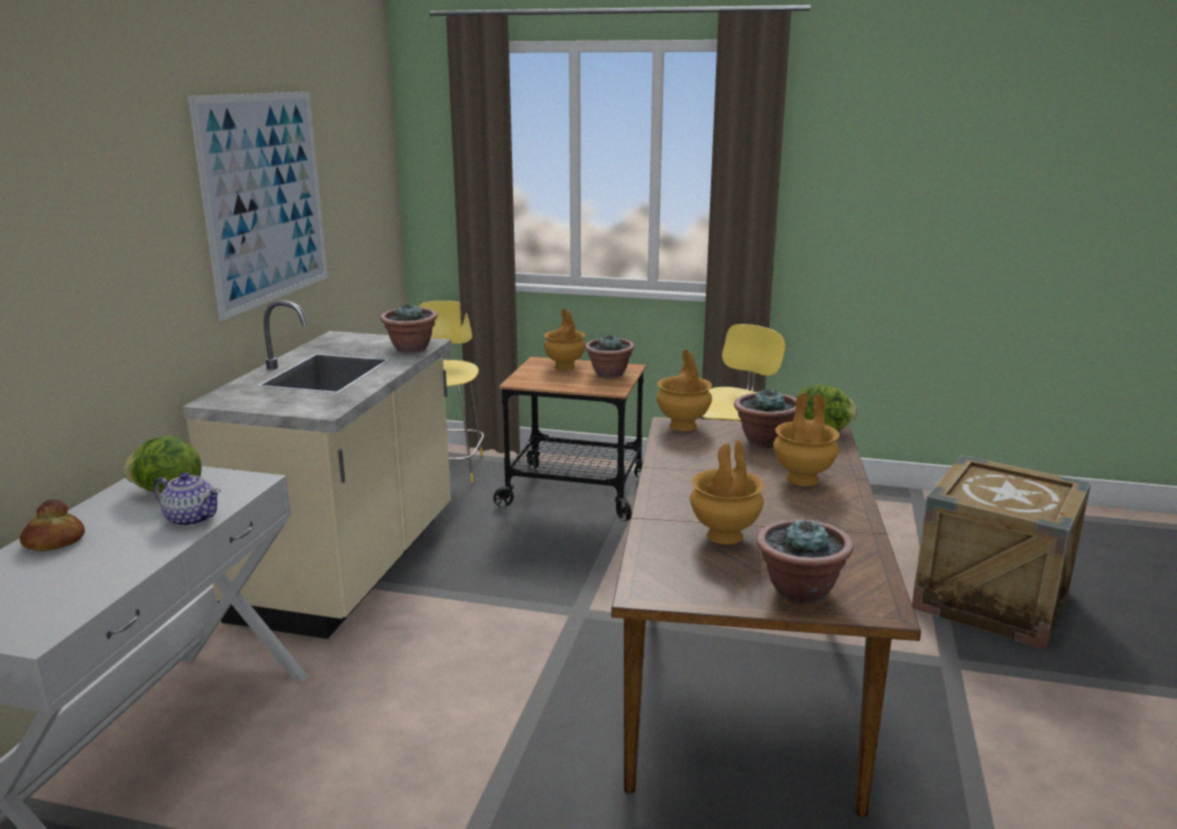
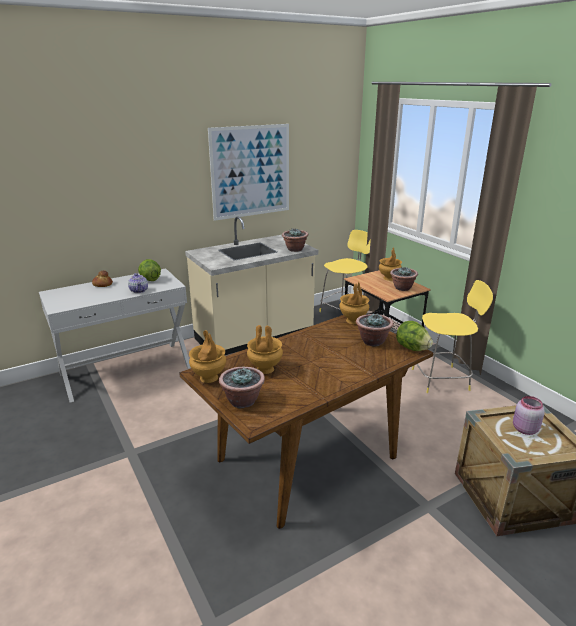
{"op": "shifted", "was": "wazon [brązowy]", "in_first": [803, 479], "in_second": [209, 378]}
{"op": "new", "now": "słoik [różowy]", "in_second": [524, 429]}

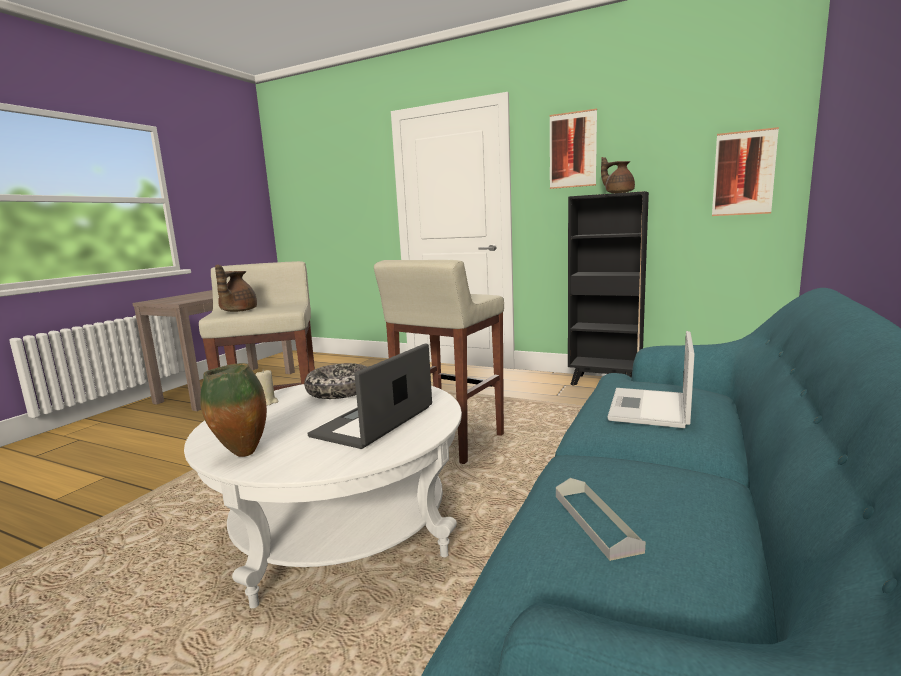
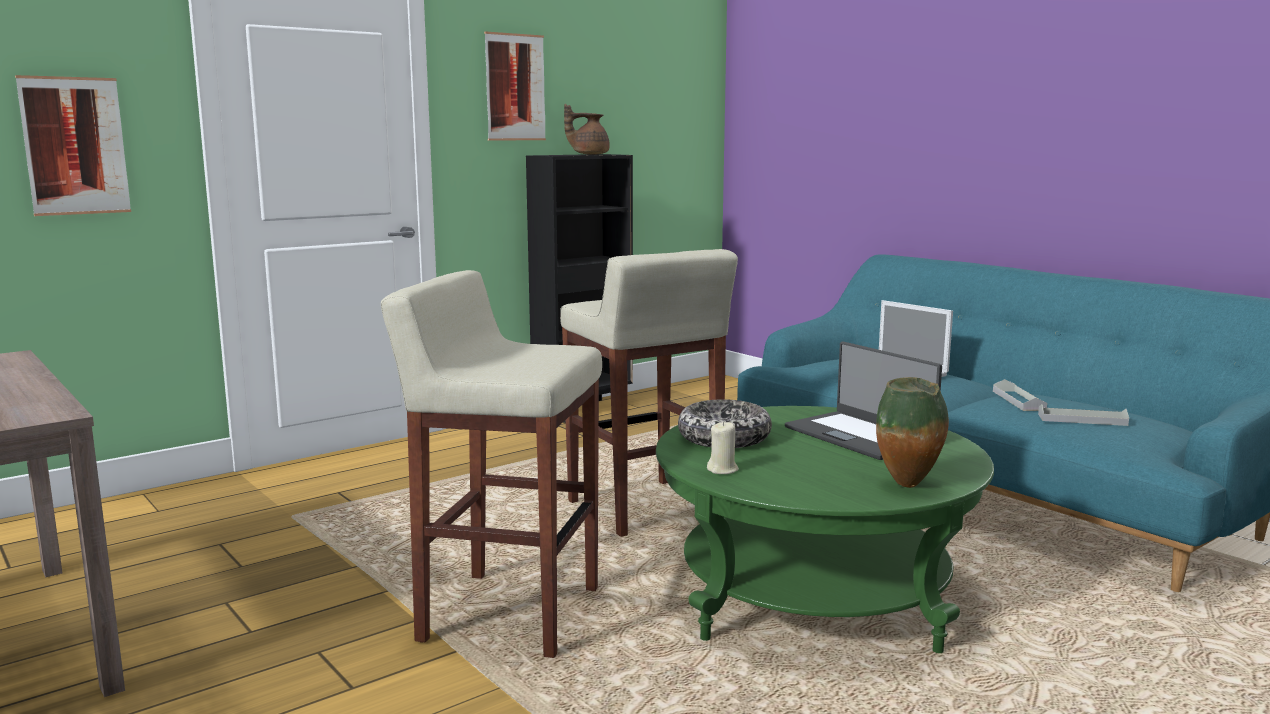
{"op": "repainted", "was": "ława [biały]", "now": "ława [zielony]", "in_first": [342, 529], "in_second": [814, 594]}
{"op": "gone", "was": "imbryk [brązowy]", "in_first": [237, 311]}
{"op": "shifted", "was": "obraz", "in_first": [743, 173], "in_second": [75, 146]}
{"op": "new", "now": "taca [szary]", "in_second": [1018, 400]}

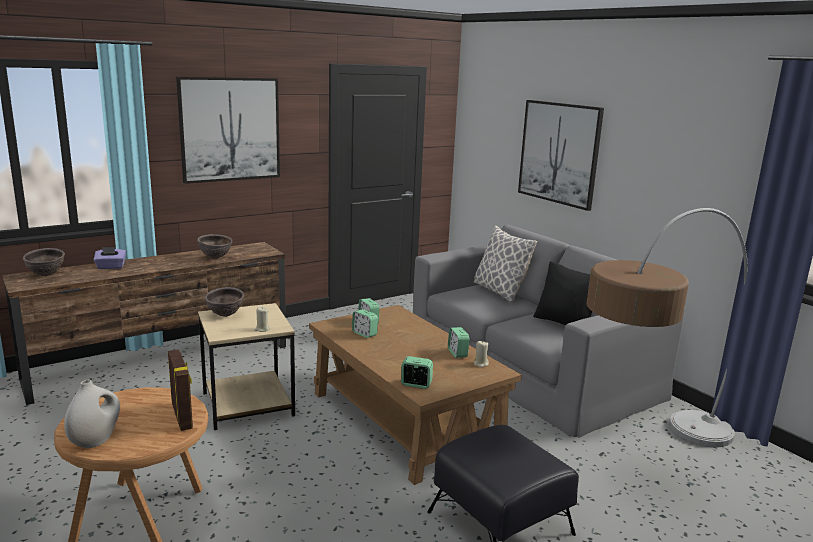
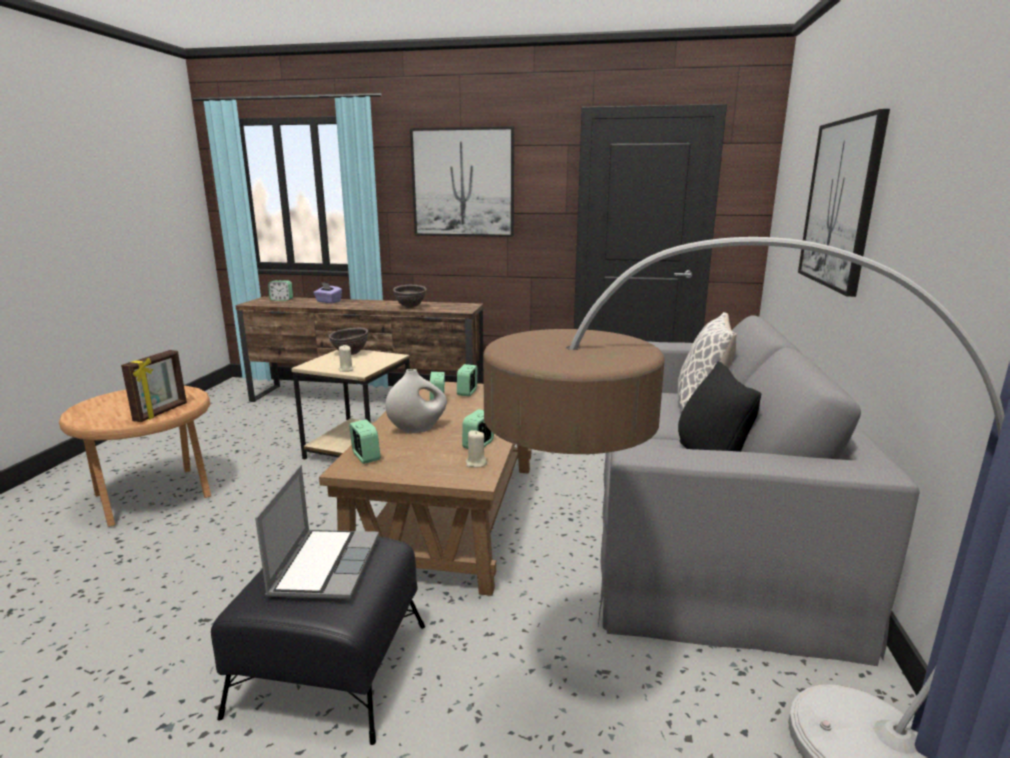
{"op": "swapped", "was": "miska [brązowy]", "now": "budzik", "in_first": [46, 275], "in_second": [281, 300]}
{"op": "shifted", "was": "wazon [biały]", "in_first": [96, 440], "in_second": [417, 429]}
{"op": "new", "now": "laptop", "in_second": [325, 565]}

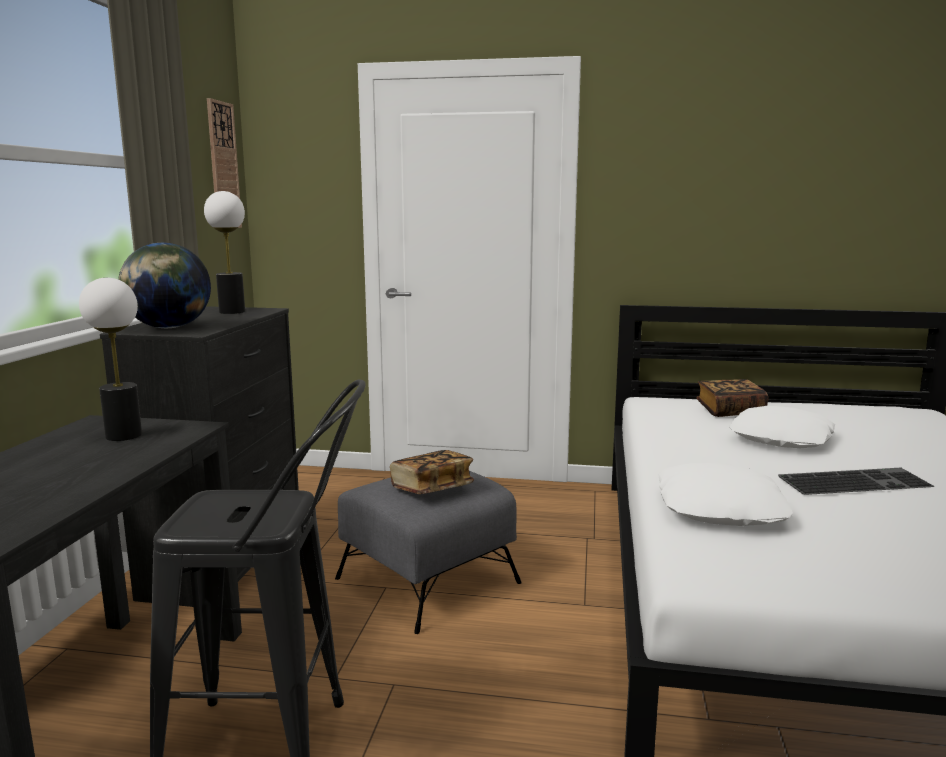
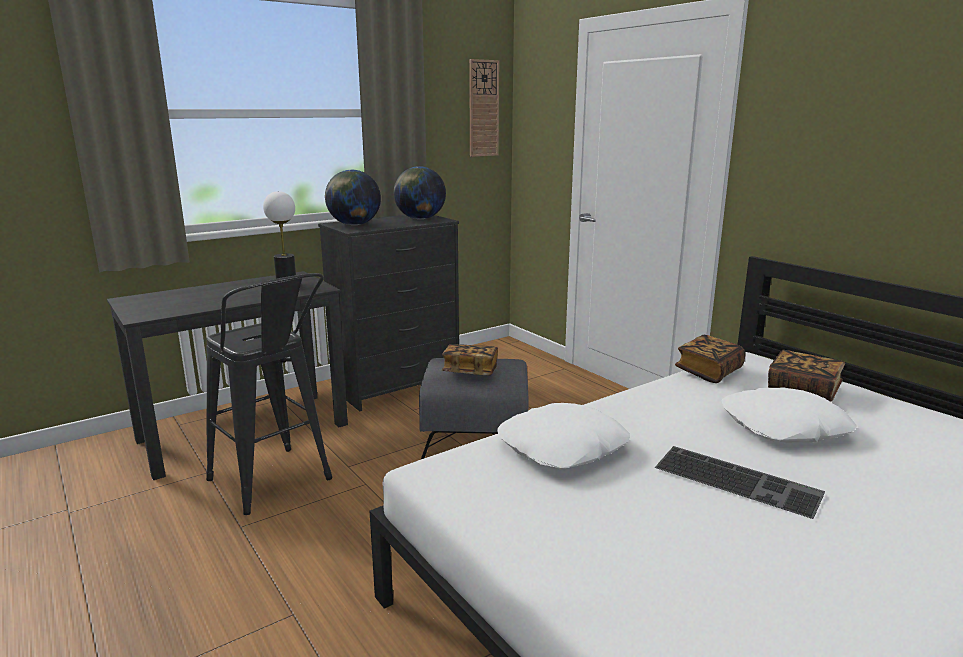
{"op": "swapped", "was": "lampa stołowa", "now": "globus", "in_first": [231, 312], "in_second": [420, 219]}
{"op": "new", "now": "książka", "in_second": [708, 372]}

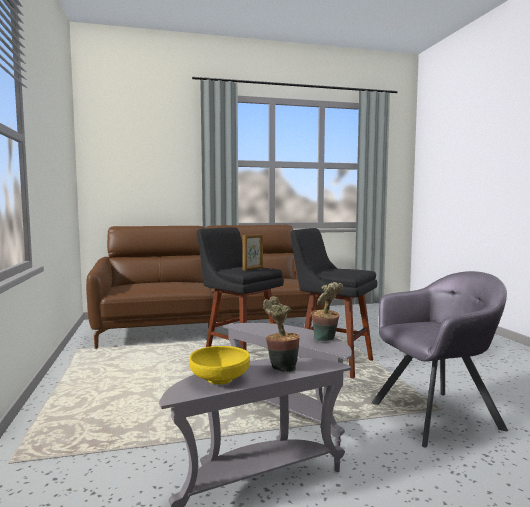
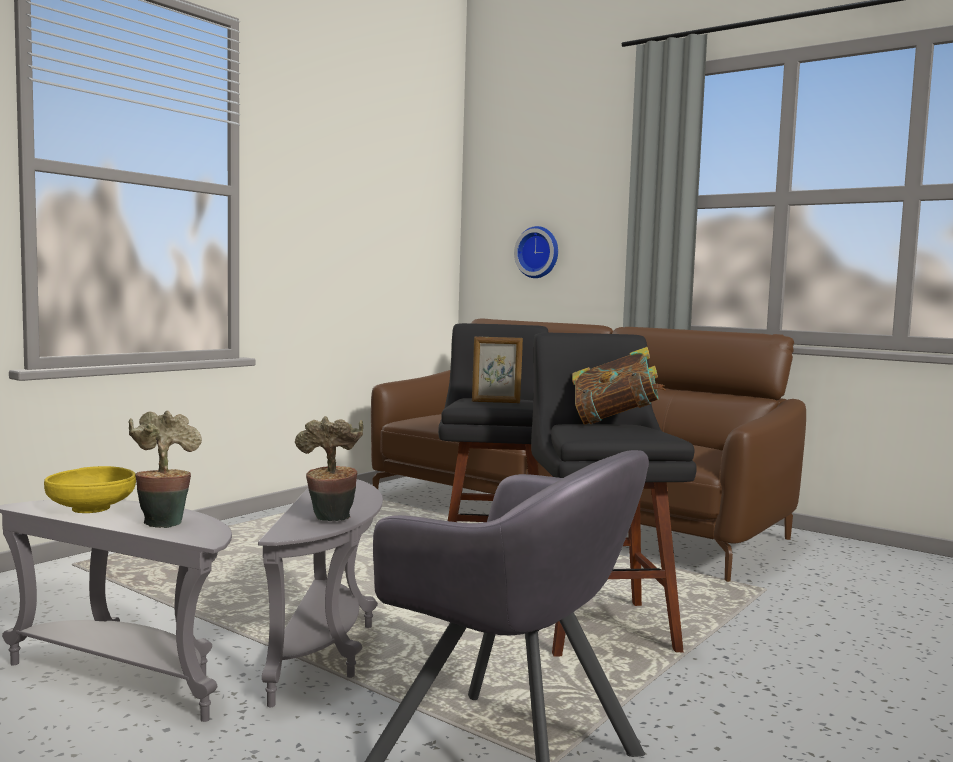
{"op": "new", "now": "zegar ścienny", "in_second": [538, 252]}
{"op": "new", "now": "książka", "in_second": [615, 423]}

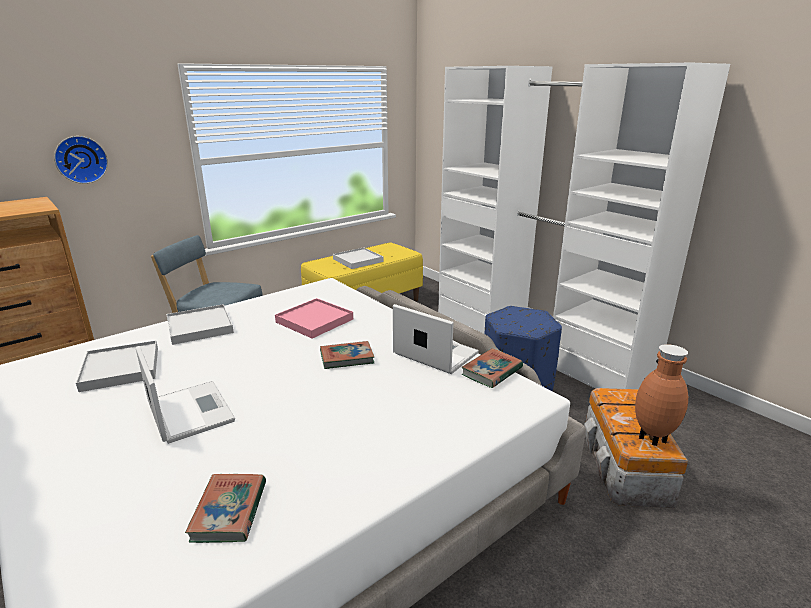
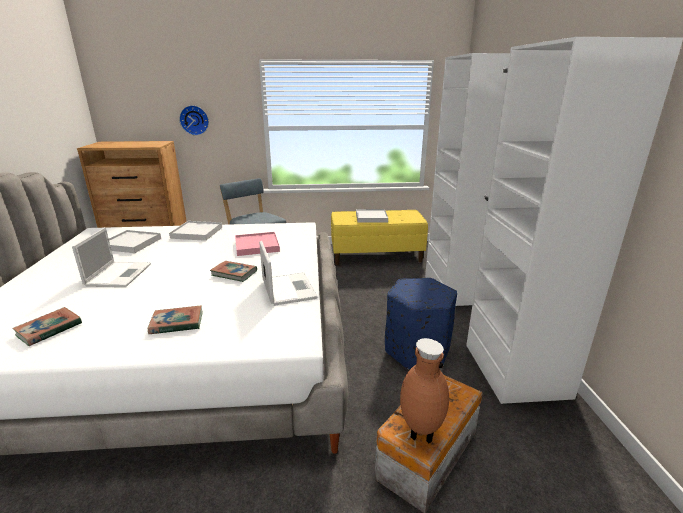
{"op": "shifted", "was": "książka", "in_first": [492, 371], "in_second": [177, 323]}

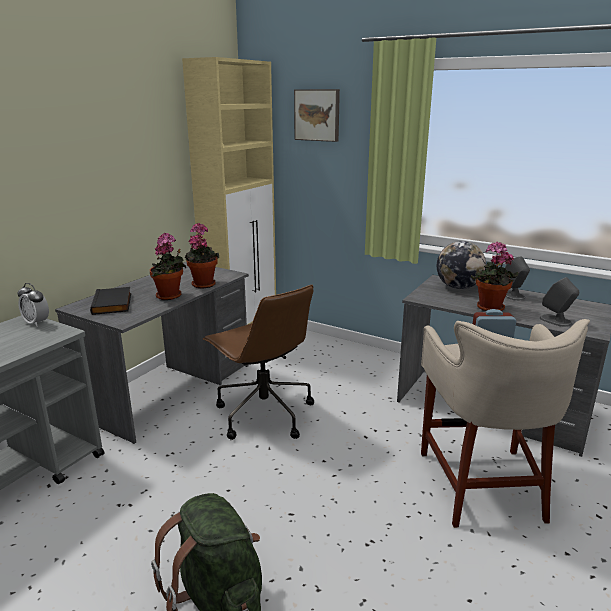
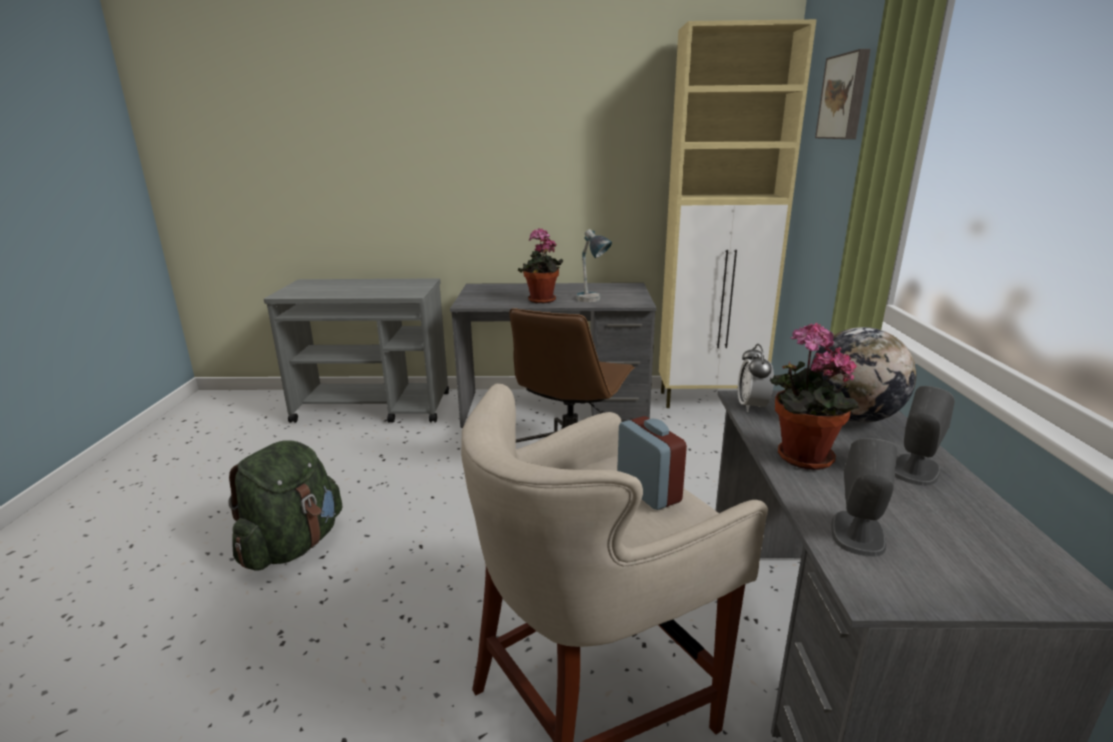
{"op": "shifted", "was": "budzik", "in_first": [36, 323], "in_second": [752, 406]}
{"op": "gone", "was": "książka [czarny]", "in_first": [113, 304]}
{"op": "swapped", "was": "roślina doniczkowa", "now": "lampa stołowa", "in_first": [203, 284], "in_second": [592, 301]}

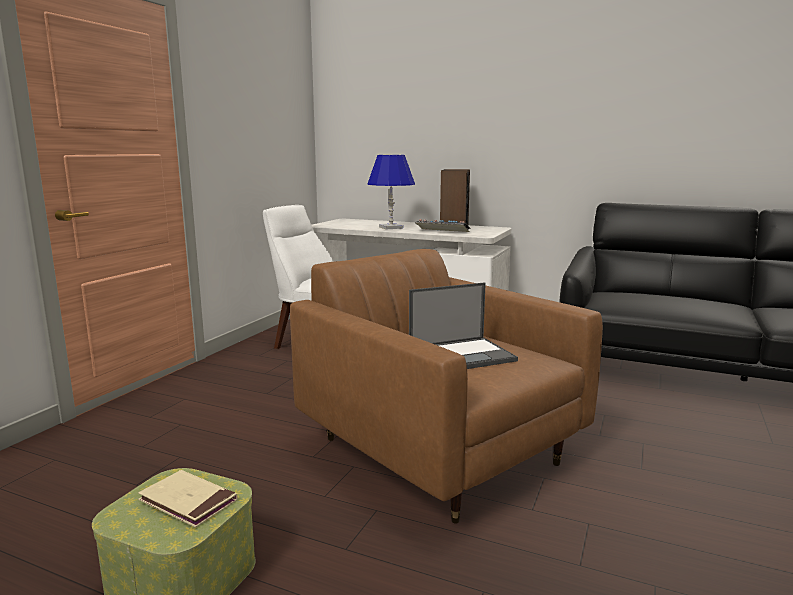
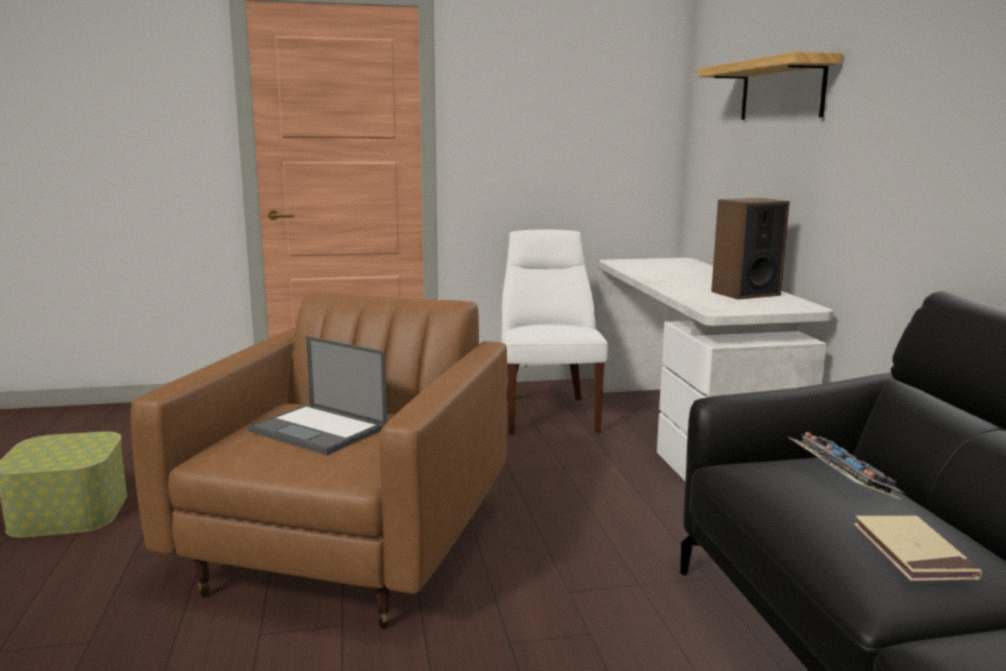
{"op": "shifted", "was": "książka [beżowy]", "in_first": [188, 501], "in_second": [913, 553]}
{"op": "gone", "was": "lampa stołowa [niebieski]", "in_first": [391, 227]}
{"op": "shifted", "was": "klawiatura", "in_first": [441, 232], "in_second": [838, 476]}
{"op": "new", "now": "półka", "in_second": [781, 90]}

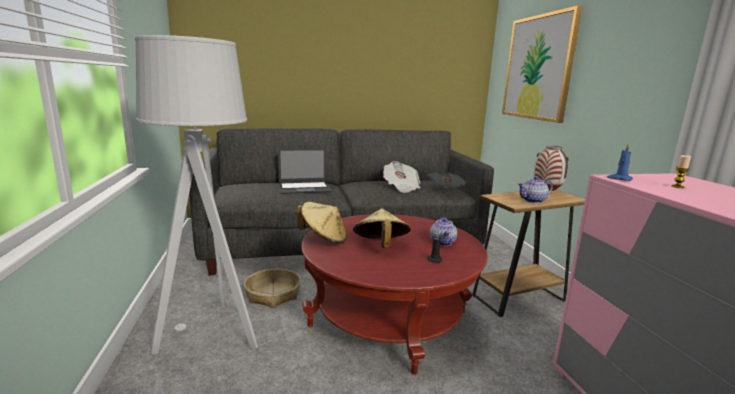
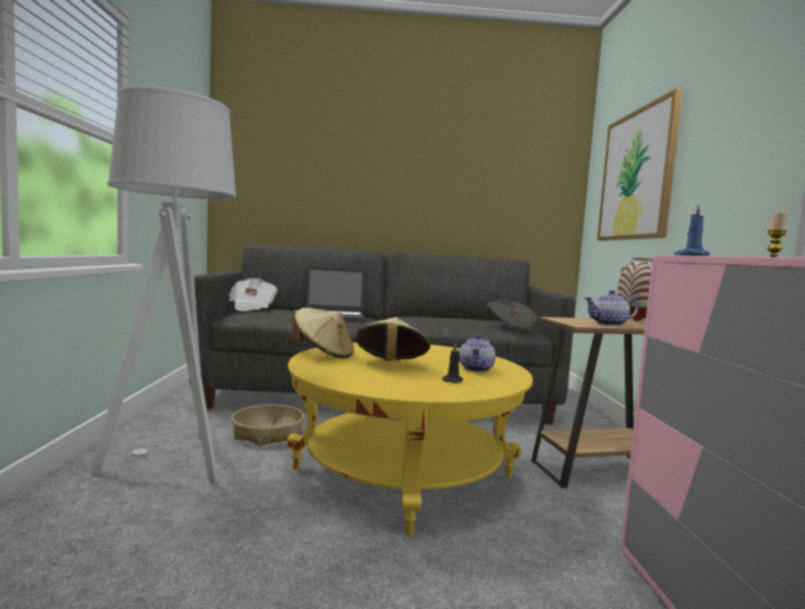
{"op": "repainted", "was": "ława [czerwony]", "now": "ława [żółty]", "in_first": [389, 318], "in_second": [403, 472]}
{"op": "shifted", "was": "gazeta", "in_first": [401, 187], "in_second": [251, 308]}

